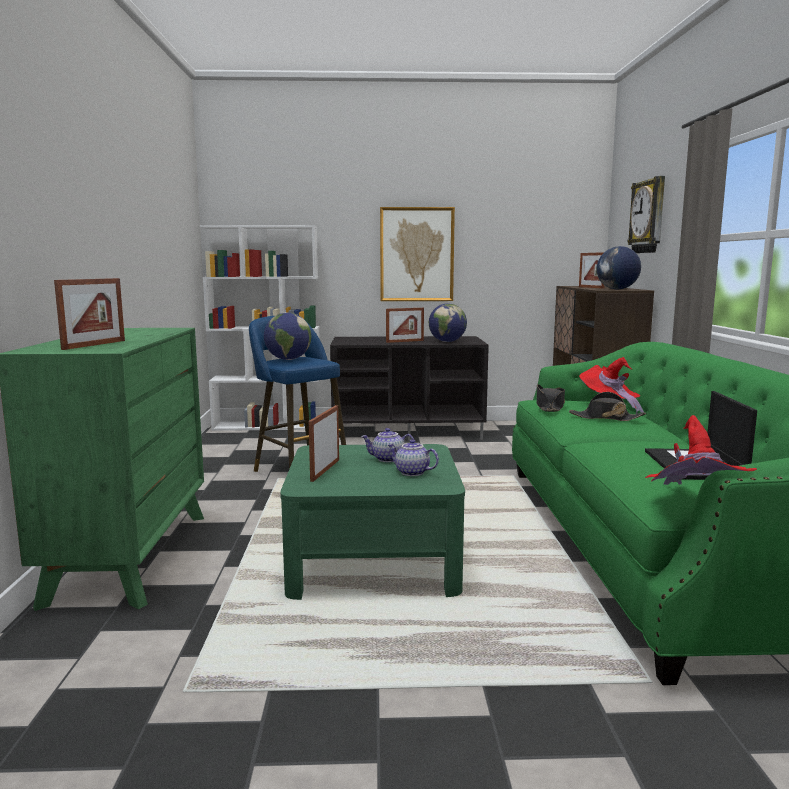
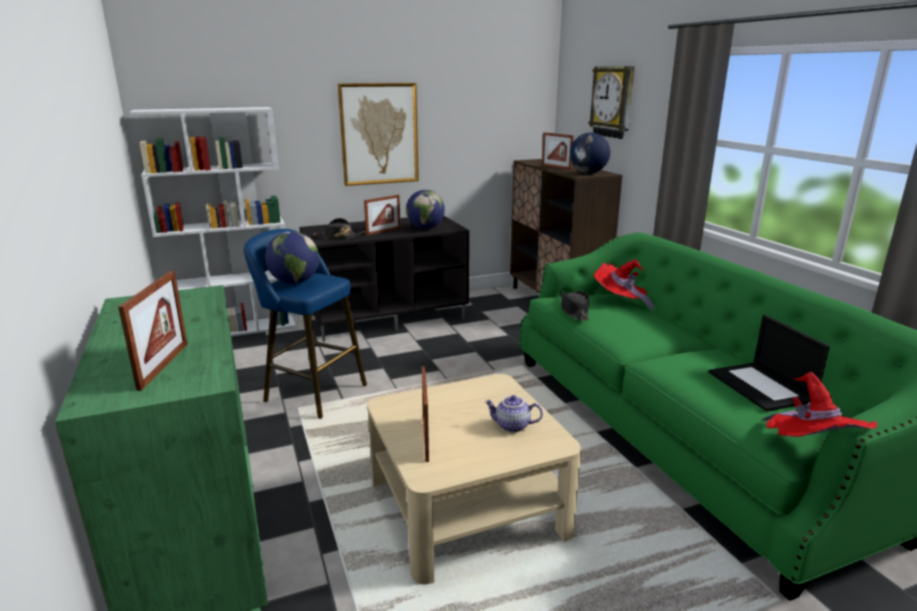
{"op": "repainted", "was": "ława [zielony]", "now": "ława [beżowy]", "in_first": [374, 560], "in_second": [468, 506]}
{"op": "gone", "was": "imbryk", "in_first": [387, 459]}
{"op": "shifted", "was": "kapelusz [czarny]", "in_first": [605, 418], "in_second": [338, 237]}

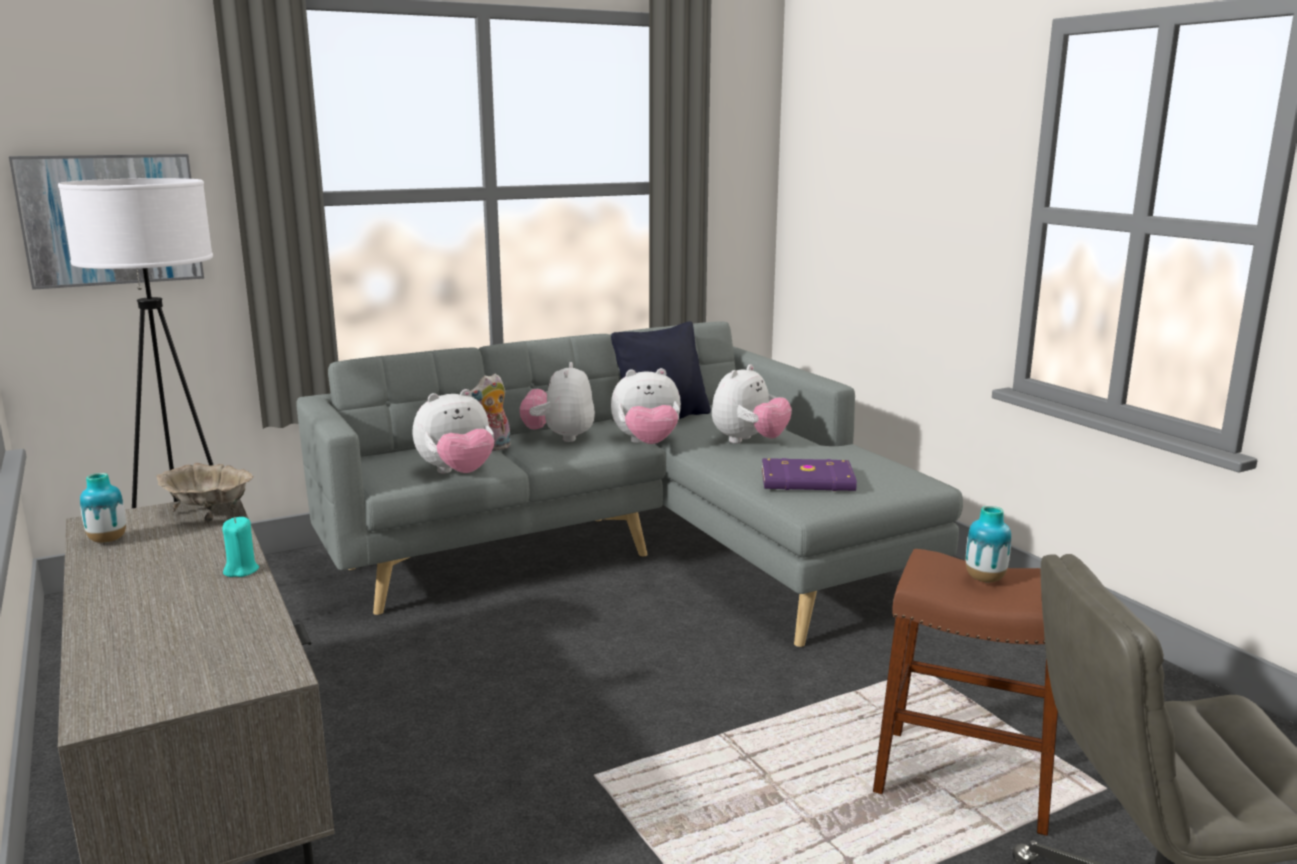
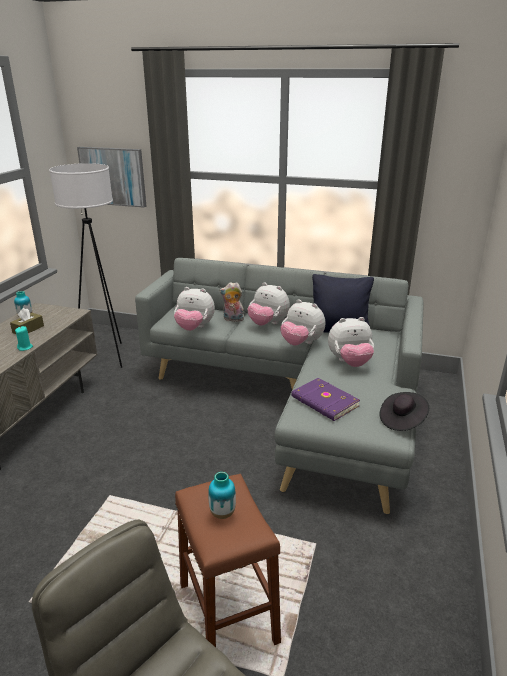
{"op": "gone", "was": "miska [beżowy]", "in_first": [210, 511]}
{"op": "rotated", "was": "pluszak", "in_first": [560, 437], "in_second": [268, 324], "clockwise": -105}
{"op": "new", "now": "pudełko chusteczek [brązowy]", "in_second": [28, 329]}
{"op": "new", "now": "kapelusz [czarny]", "in_second": [402, 420]}

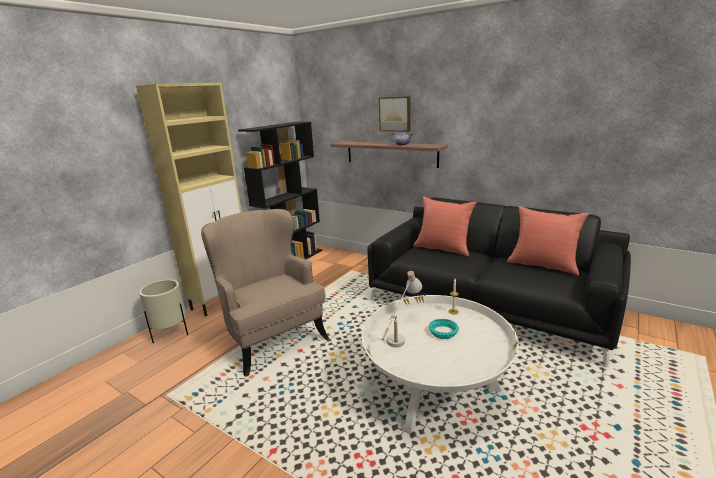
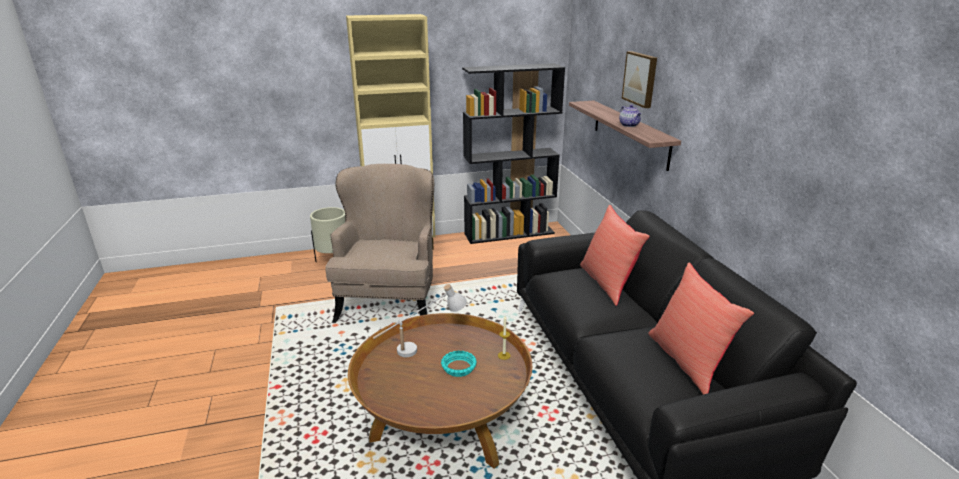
{"op": "repainted", "was": "ława [biały]", "now": "ława [brązowy]", "in_first": [436, 389], "in_second": [443, 426]}

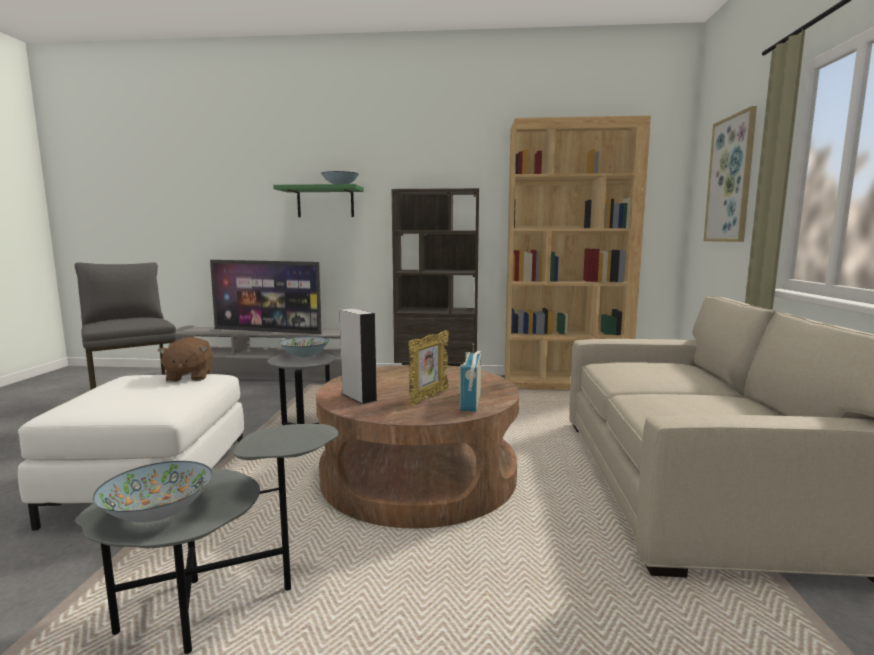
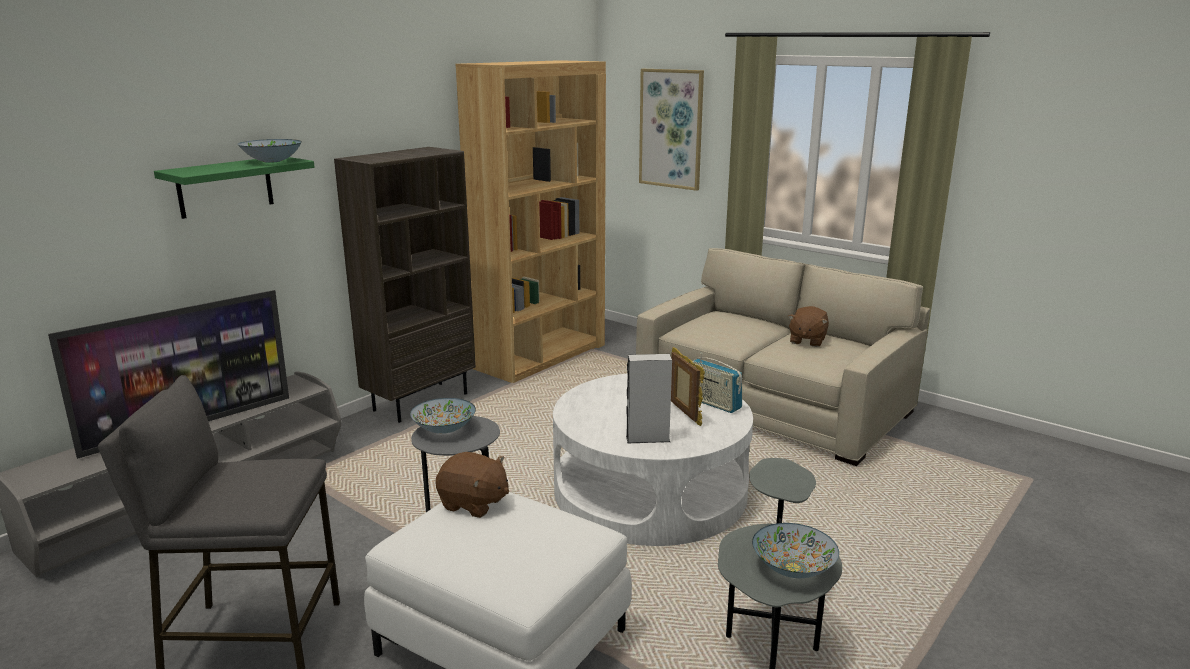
{"op": "repainted", "was": "ława [brązowy]", "now": "ława [biały]", "in_first": [419, 475], "in_second": [650, 491]}
{"op": "new", "now": "pluszak [brązowy]", "in_second": [807, 340]}

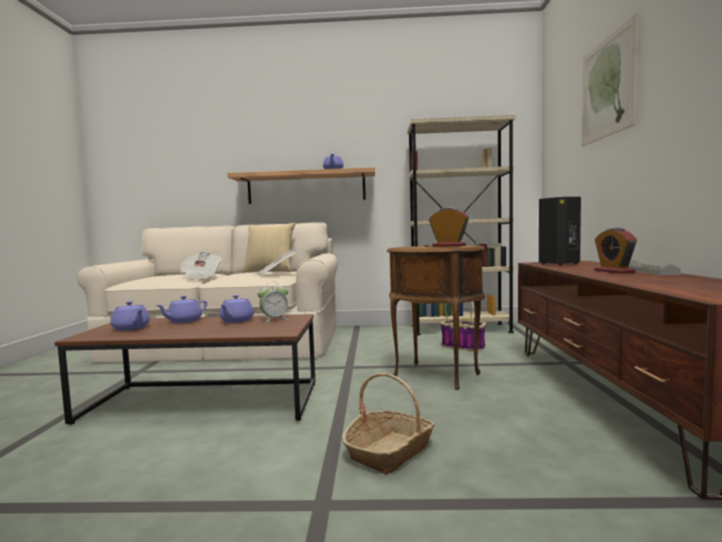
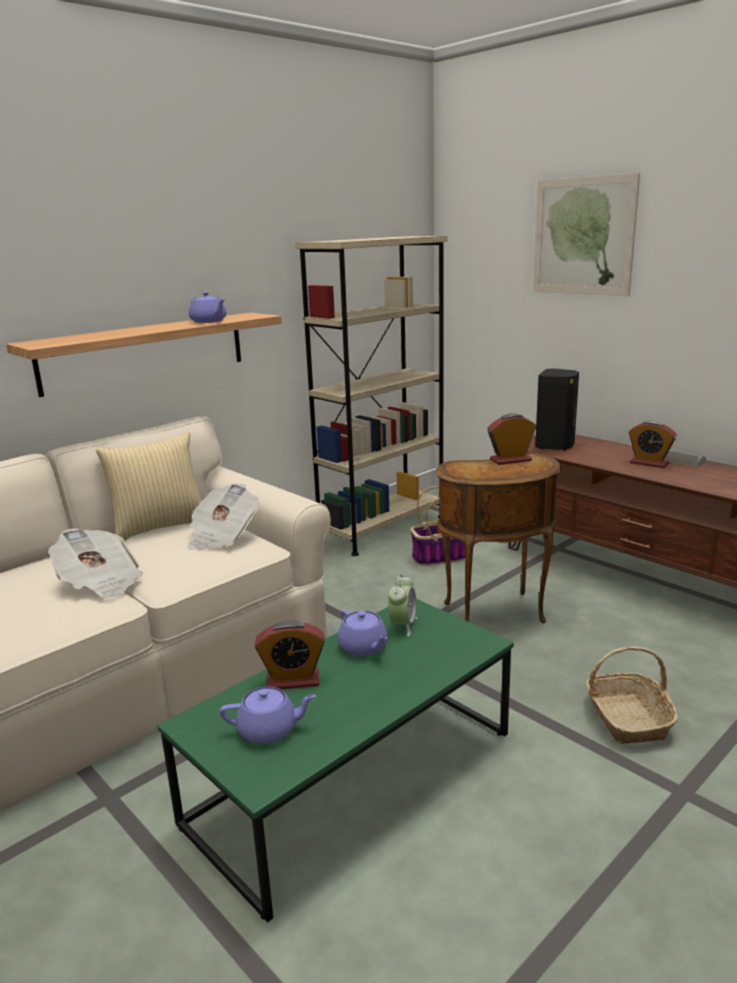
{"op": "repainted", "was": "ława [brązowy]", "now": "ława [zielony]", "in_first": [203, 403], "in_second": [353, 779]}
{"op": "swapped", "was": "imbryk [fioletowy]", "now": "budzik", "in_first": [184, 321], "in_second": [293, 680]}

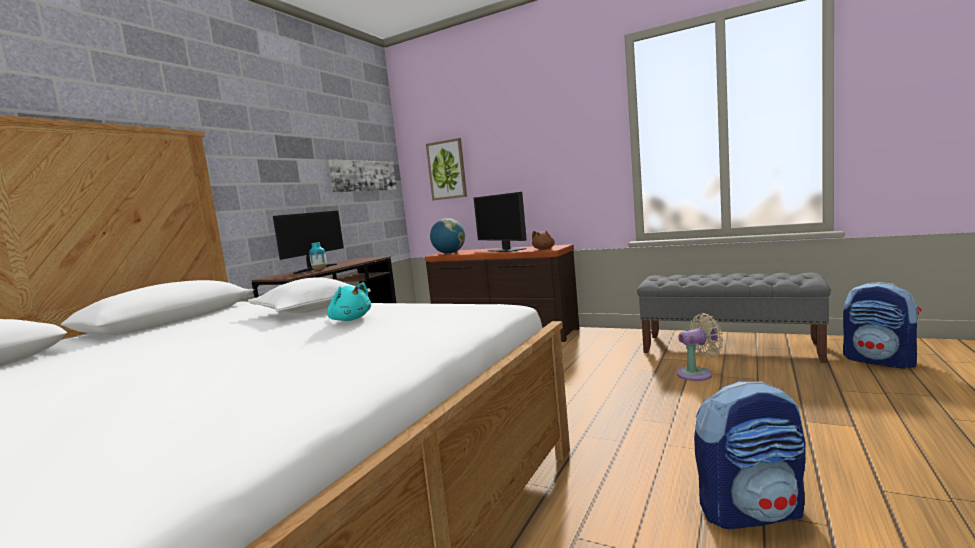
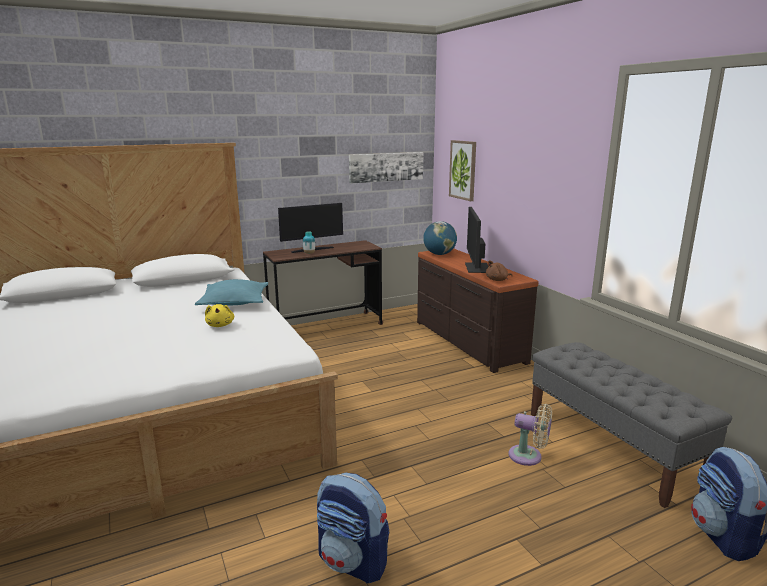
{"op": "repainted", "was": "poduszka [biały]", "now": "poduszka [turkusowy]", "in_first": [311, 310], "in_second": [234, 302]}
{"op": "repainted", "was": "pluszak [turkusowy]", "now": "pluszak [żółty]", "in_first": [350, 319], "in_second": [220, 325]}

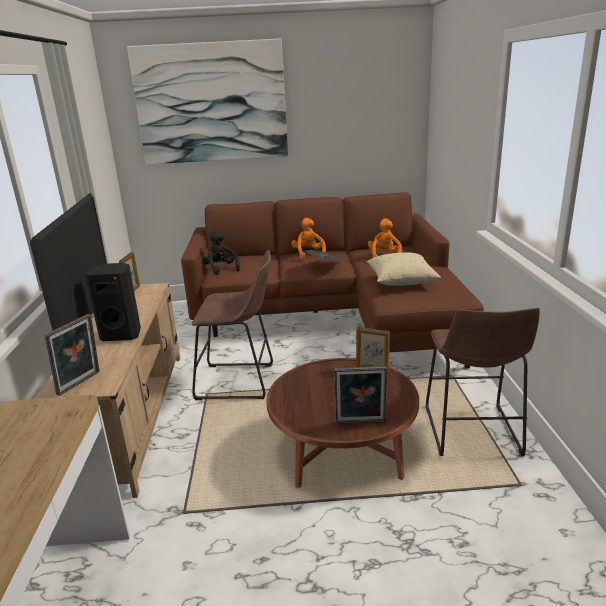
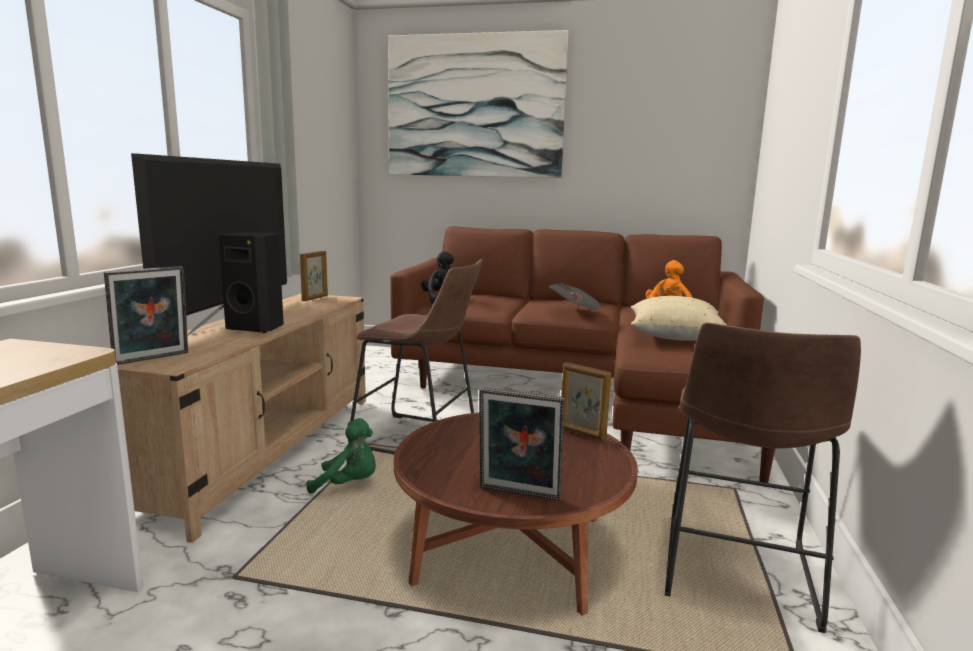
{"op": "gone", "was": "pluszak [pomarańczowy]", "in_first": [308, 254]}
{"op": "new", "now": "pluszak [zielony]", "in_second": [348, 484]}

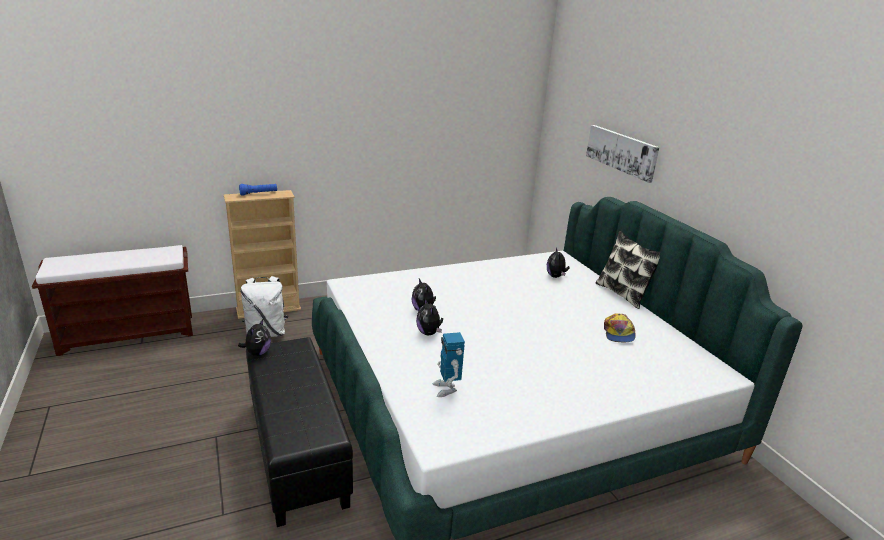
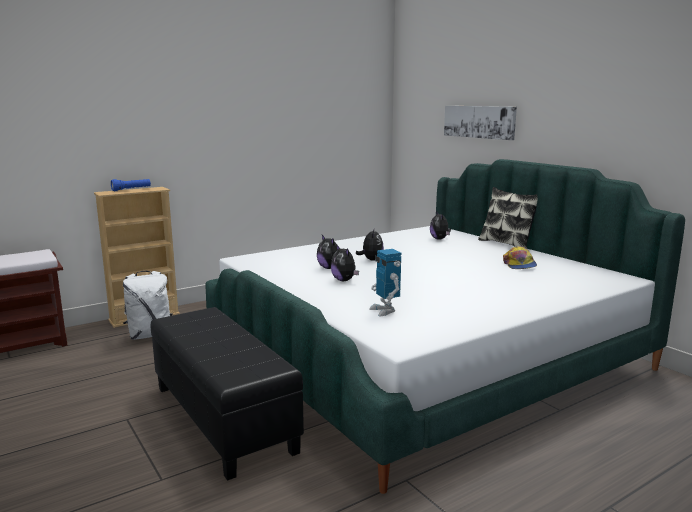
{"op": "shifted", "was": "pluszak", "in_first": [257, 353], "in_second": [371, 260]}

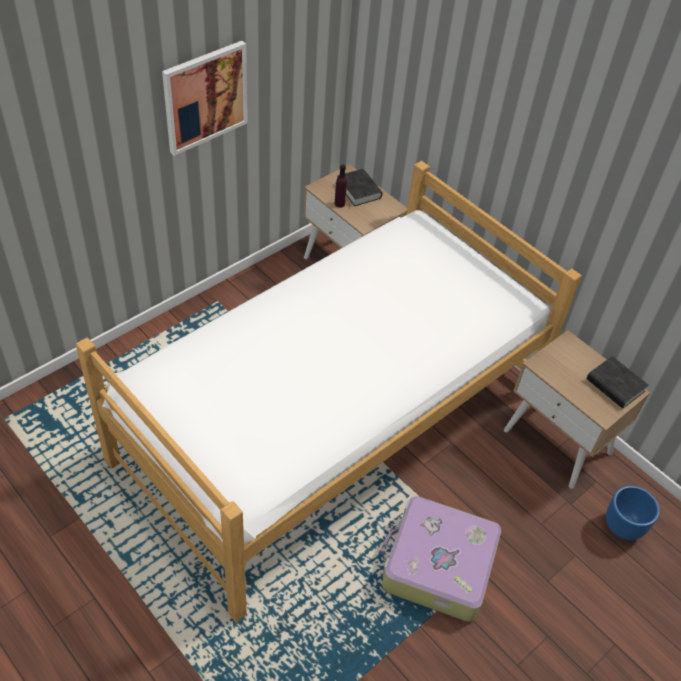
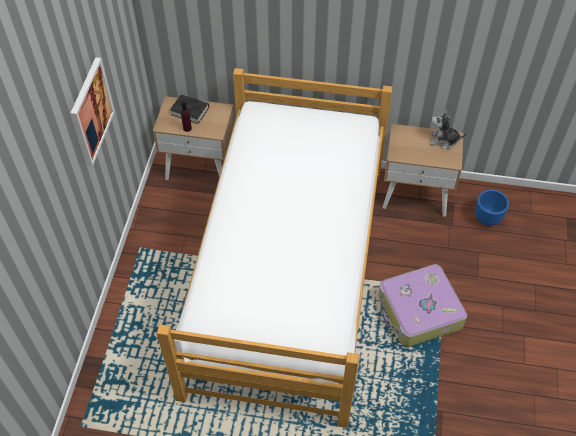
{"op": "swapped", "was": "książka [czarny]", "now": "pluszak", "in_first": [615, 385], "in_second": [444, 140]}

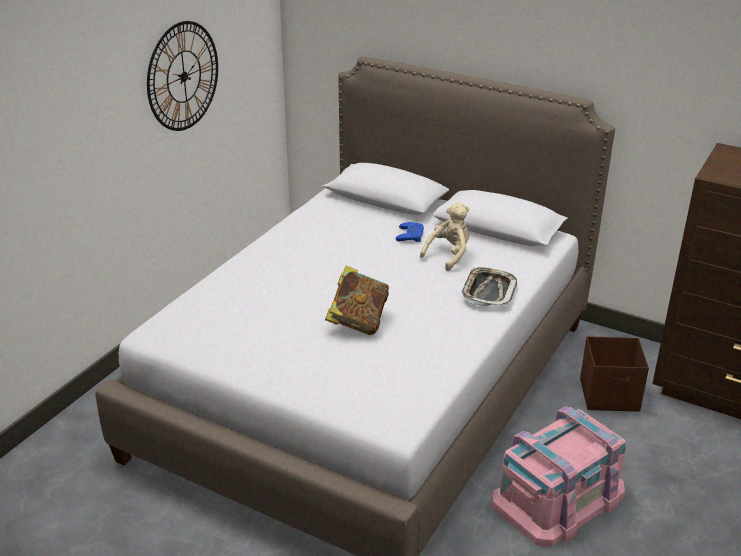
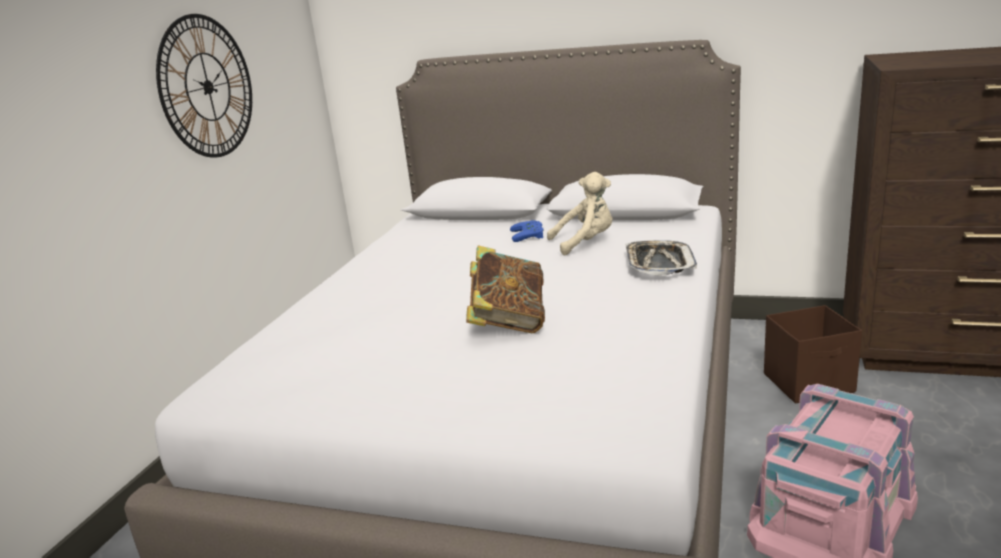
{"op": "rotated", "was": "pluszak [beżowy]", "in_first": [449, 255], "in_second": [585, 242], "clockwise": 45}

